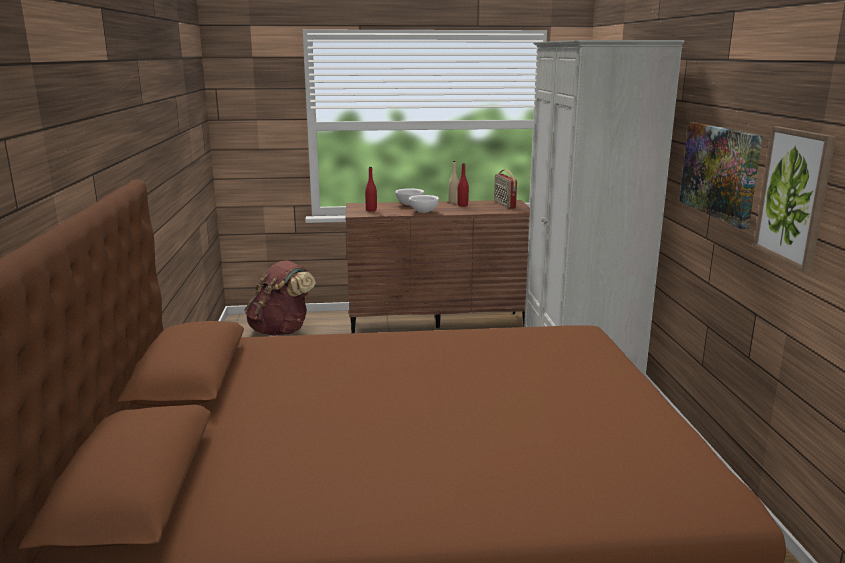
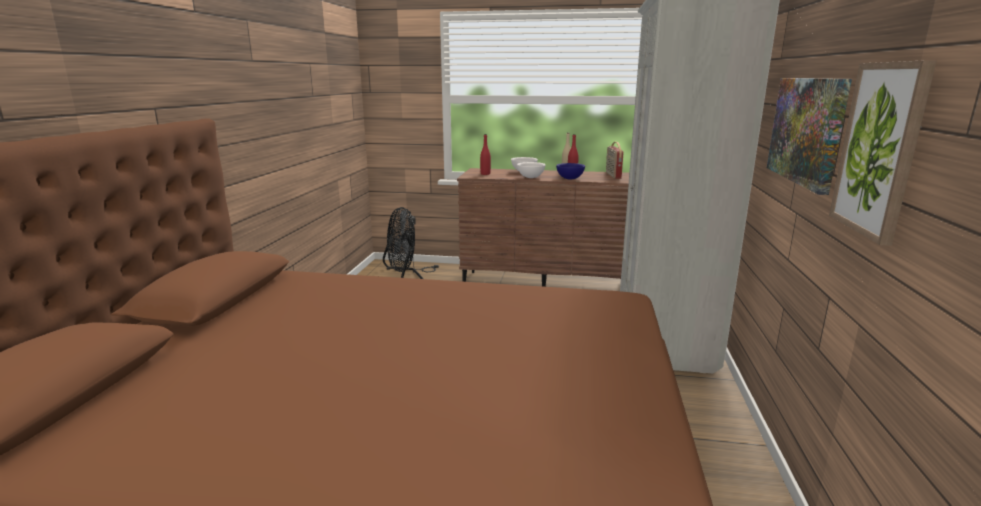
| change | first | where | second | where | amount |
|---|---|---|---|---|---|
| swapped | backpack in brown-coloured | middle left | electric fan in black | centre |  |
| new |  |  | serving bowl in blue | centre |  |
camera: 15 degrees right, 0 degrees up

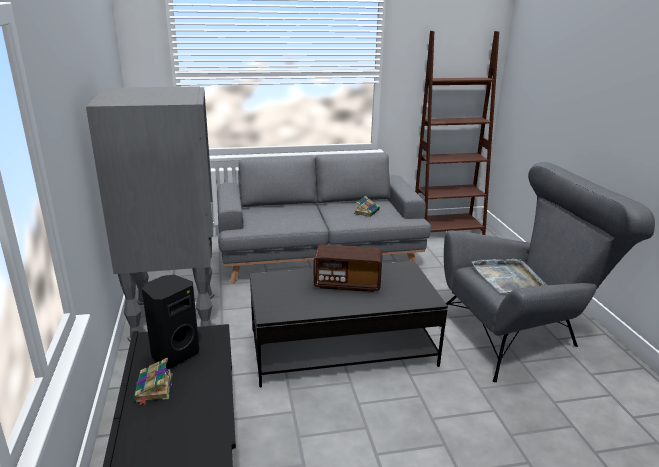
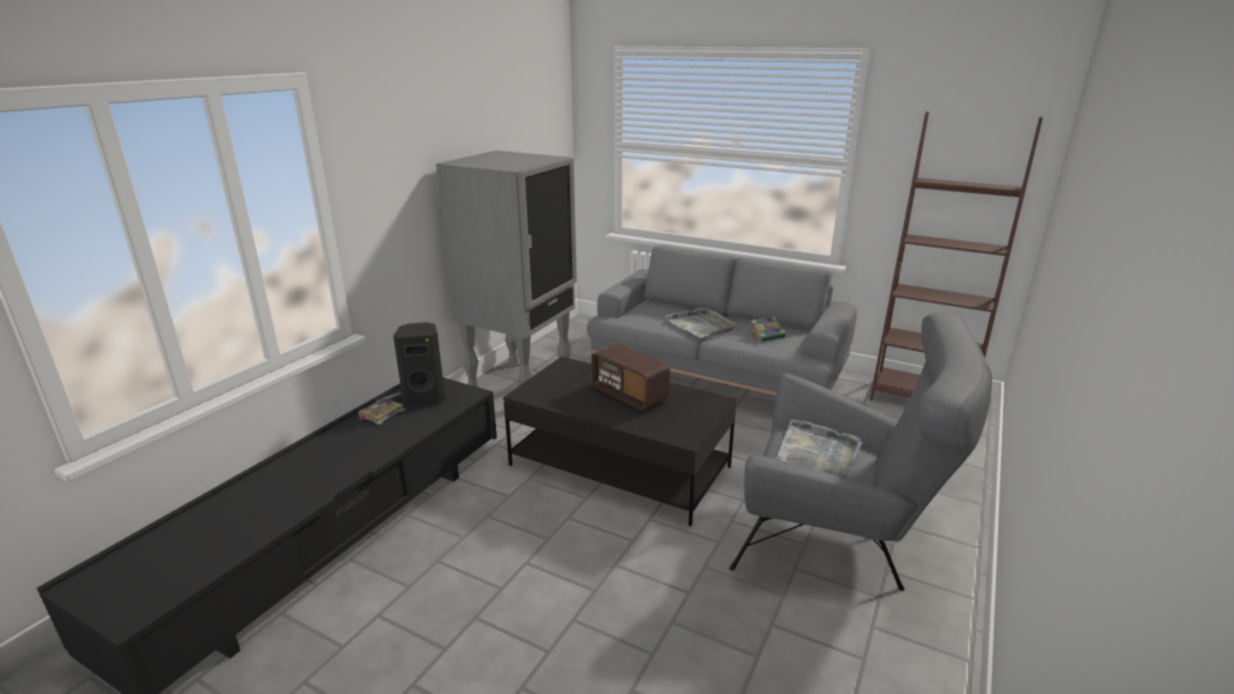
| change | first | where | second | where | amount |
|---|---|---|---|---|---|
| new |  |  | carrying tray in gray (no. 1 from left) | centre |  |
camera: 40 degrees right, 0 degrees up

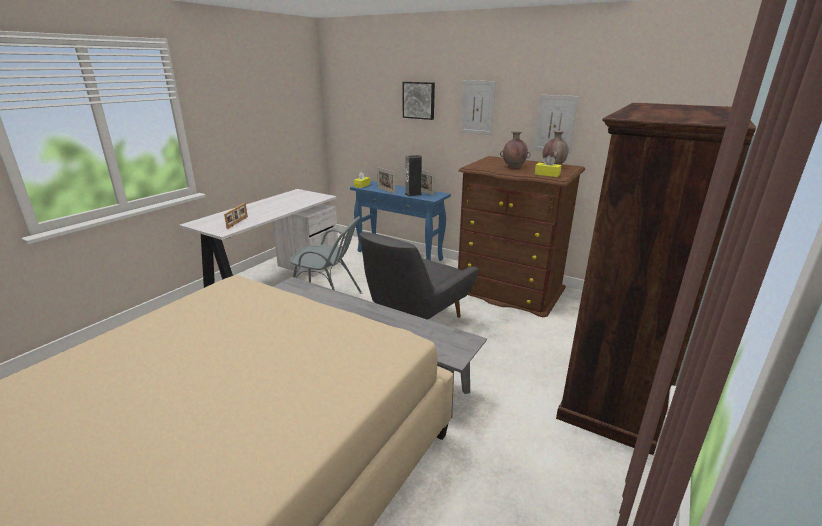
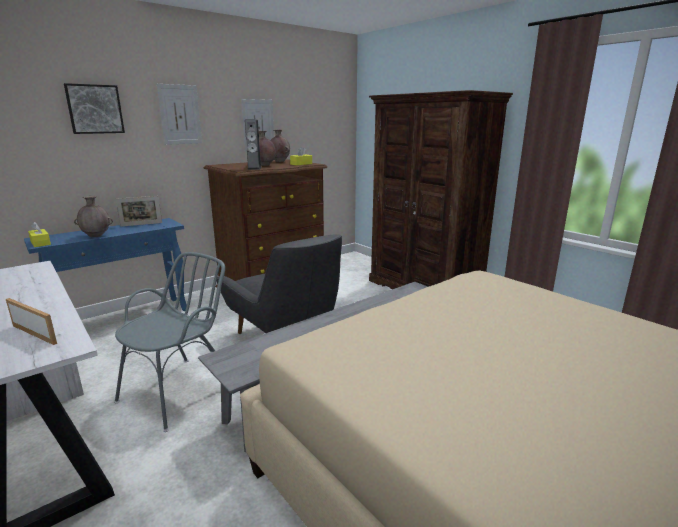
| change | first | where | second | where | amount |
|---|---|---|---|---|---|
| swapped | picture frame (no. 2 from left) | centre | decorative vase in brown-coloured (no. 1 from left) | middle left |  |
| shifted | audio speaker | centre |  | top centre |  |
camera: 70 degrees left, 5 degrees down

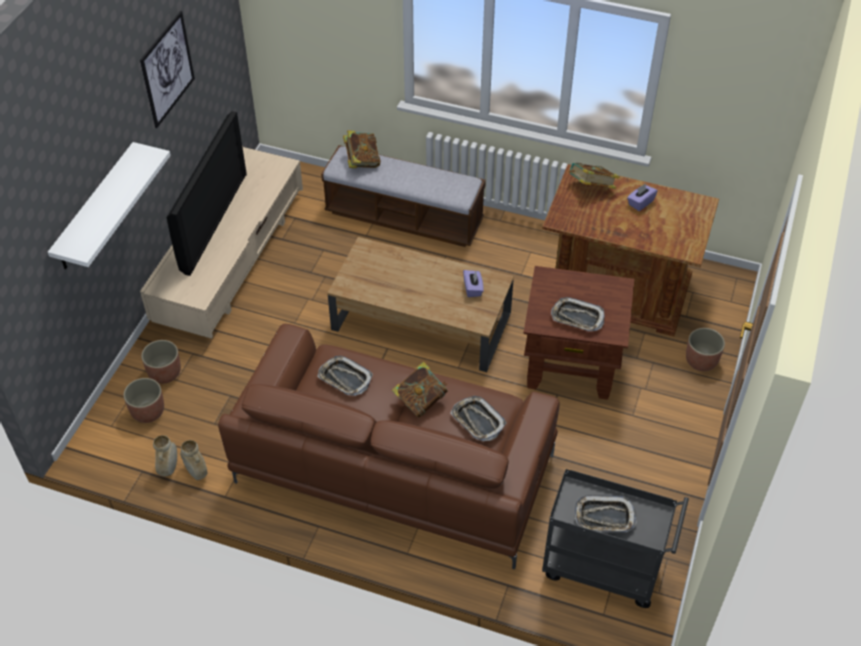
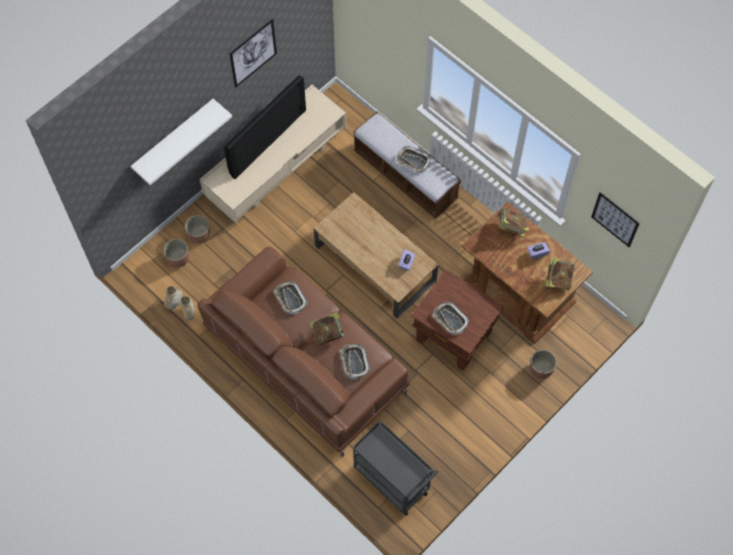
| change | first | where | second | where | amount |
|---|---|---|---|---|---|
| shifted | carrying tray (no. 4 from left in the first image) | bottom right | carrying tray (no. 3 from left) | top centre |  |
| shifted | volume (no. 1 from left in the first image) | top centre | volume (no. 3 from left) | middle right |  |
| new |  |  | picture (no. 2 from left) | middle right |  |
camera: 25 degrees right, 15 degrees up

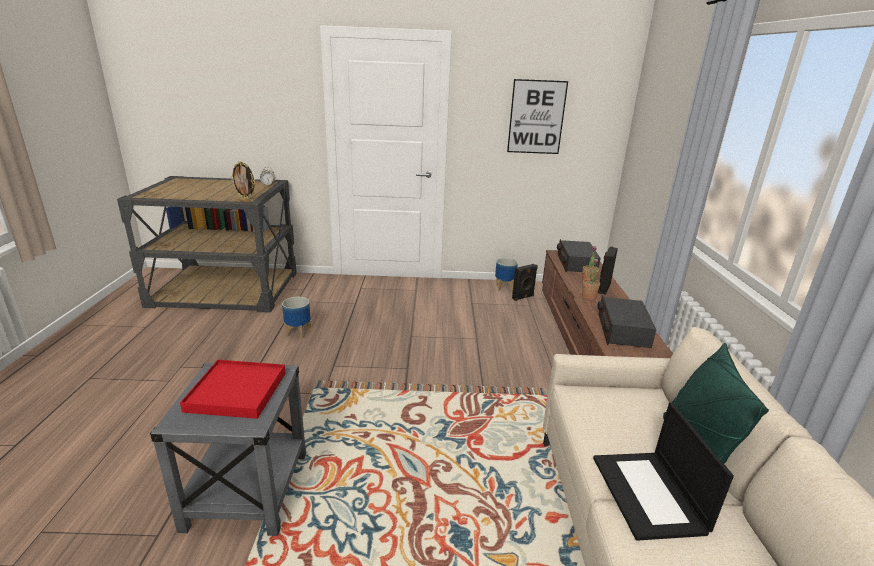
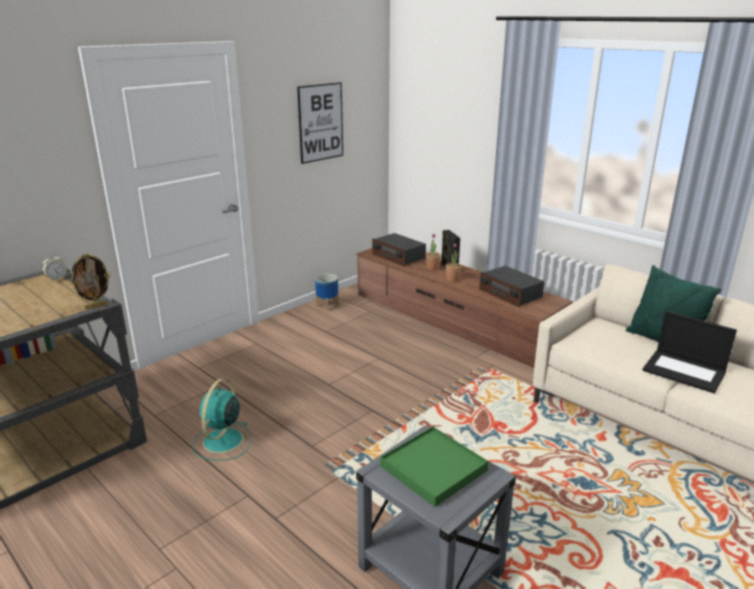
| change | first | where | second | where | amount |
|---|---|---|---|---|---|
| swapped | flower pot (no. 1 from left) | centre | electric fan in turquoise | bottom left |  |
| repainted | carrying tray in red | bottom left | carrying tray in green-coloured | bottom centre |  |
| gone | audio speaker in black (no. 1 from left) | centre |  |  |  |
camera: 45 degrees left, 0 degrees up

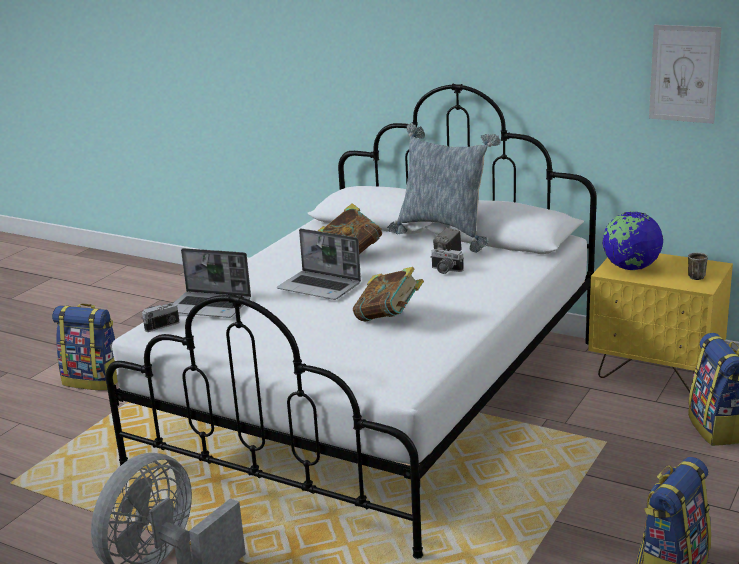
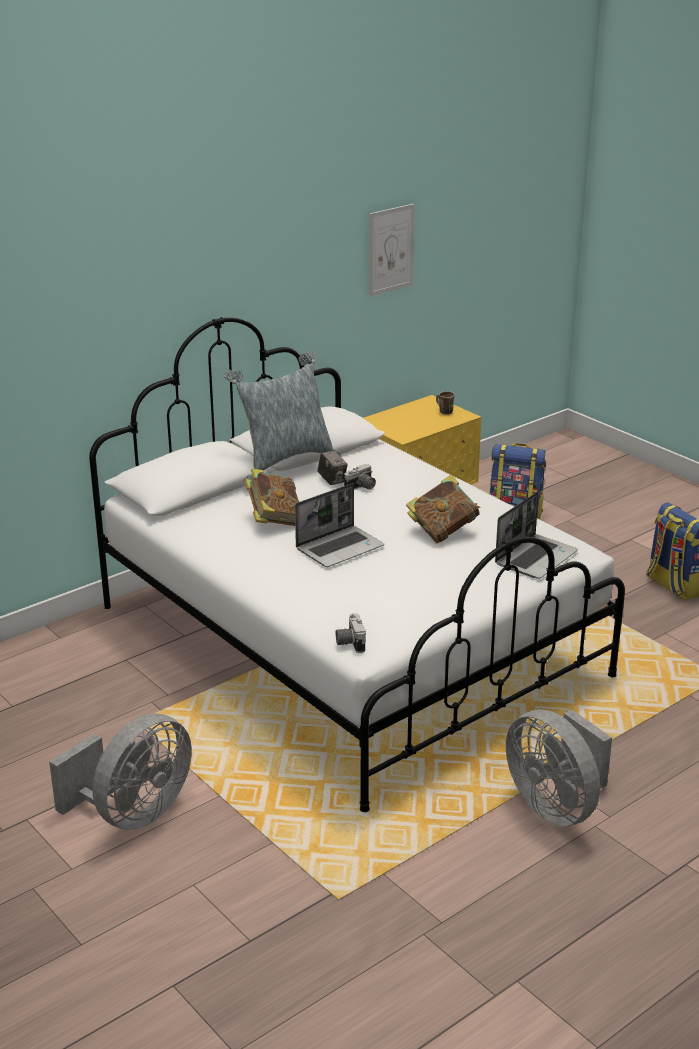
| change | first | where | second | where | amount |
|---|---|---|---|---|---|
| swapped | backpack (no. 1 from left) | middle left | electric fan in gray (no. 1 from left) | bottom left |  |
| shifted | laptop (no. 1 from left in the first image) | middle left | laptop (no. 2 from left) | middle right |  |
| gone | desk globe | middle right |  |  |  |
camera: 70 degrees left, 5 degrees up

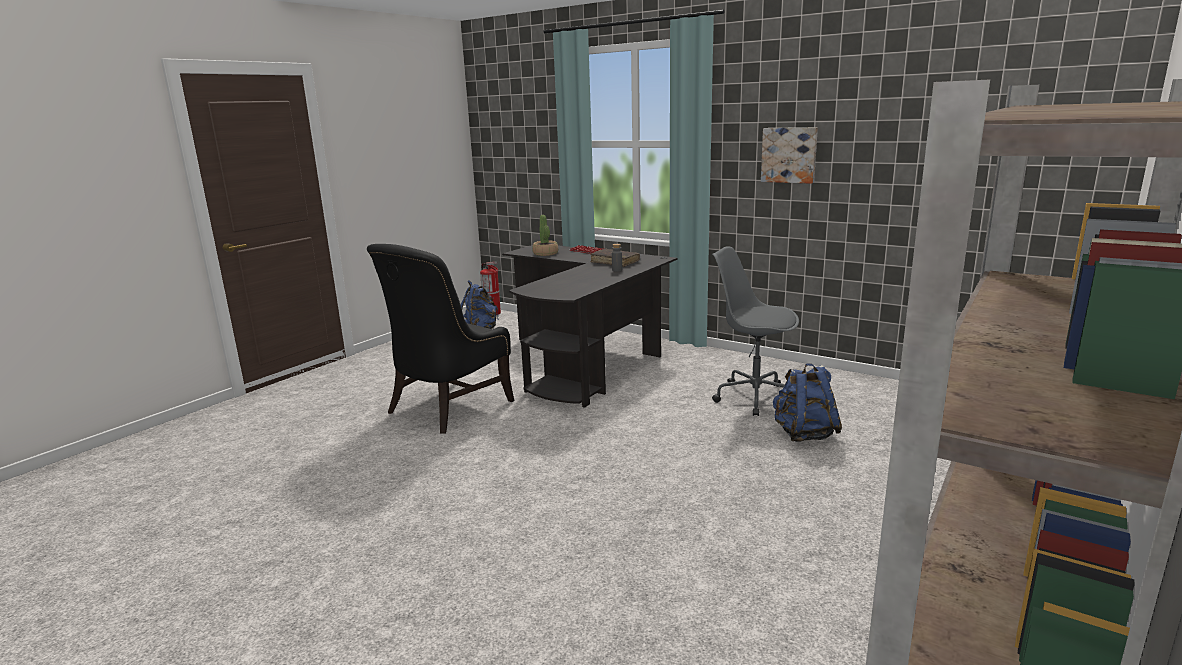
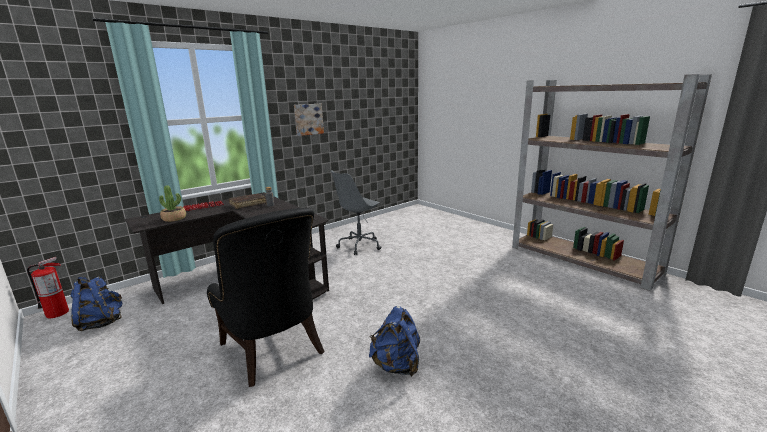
| change | first | where | second | where | amount |
|---|---|---|---|---|---|
| shifted | backpack in blue (no. 2 from left) | middle right |  | bottom centre |  |
camera: 75 degrees left, 0 degrees up

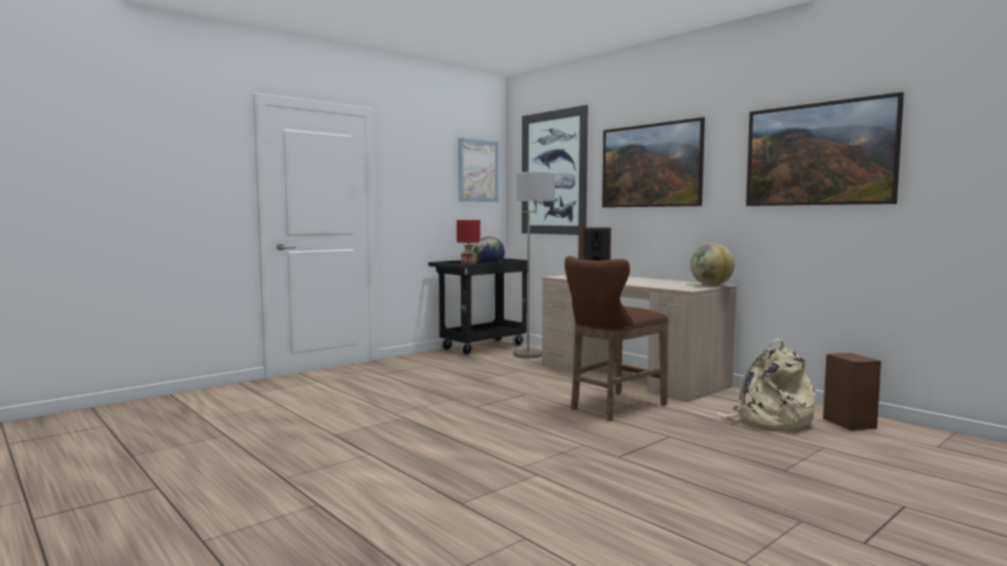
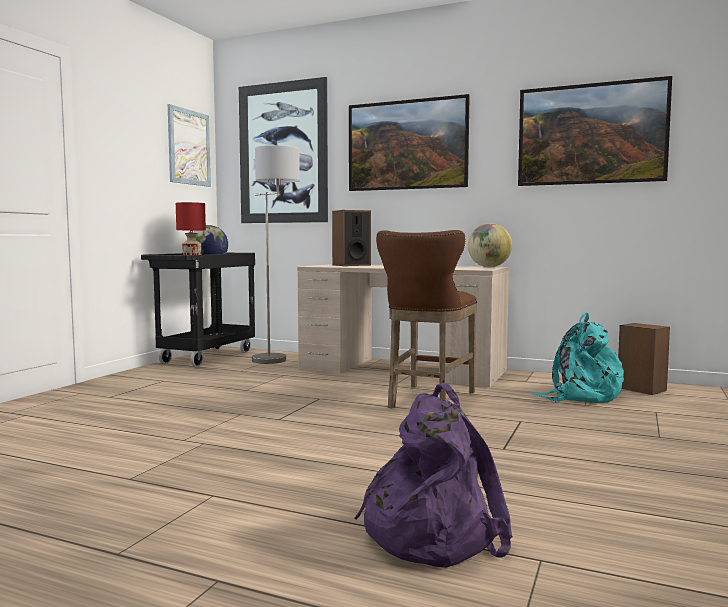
| change | first | where | second | where | amount |
|---|---|---|---|---|---|
| new |  |  | backpack in purple | bottom centre |  |
| repainted | backpack in beige | bottom right | backpack in turquoise | middle right |  |
camera: 25 degrees left, 0 degrees up

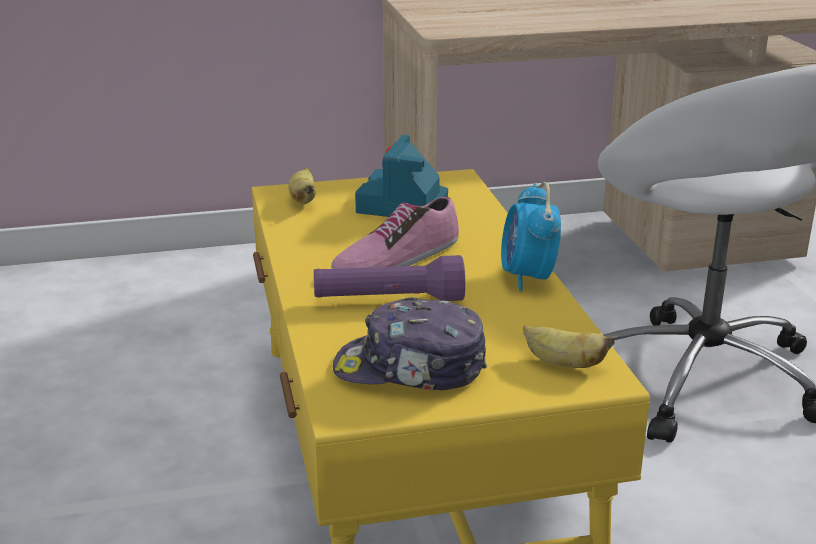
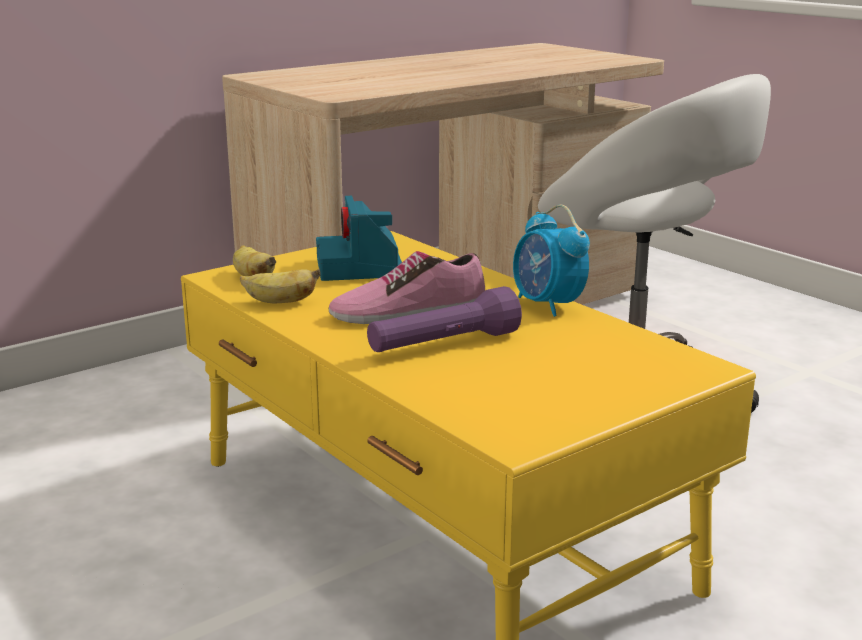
| change | first | where | second | where | amount |
|---|---|---|---|---|---|
| shifted | whole banana (no. 2 from left) | middle right |  | middle left |  |
| rotated | item of footwear | centre |  | centre | 45 degrees clockwise |
| gone | peaked cap | centre |  |  |  |
camera: 25 degrees left, 5 degrees down

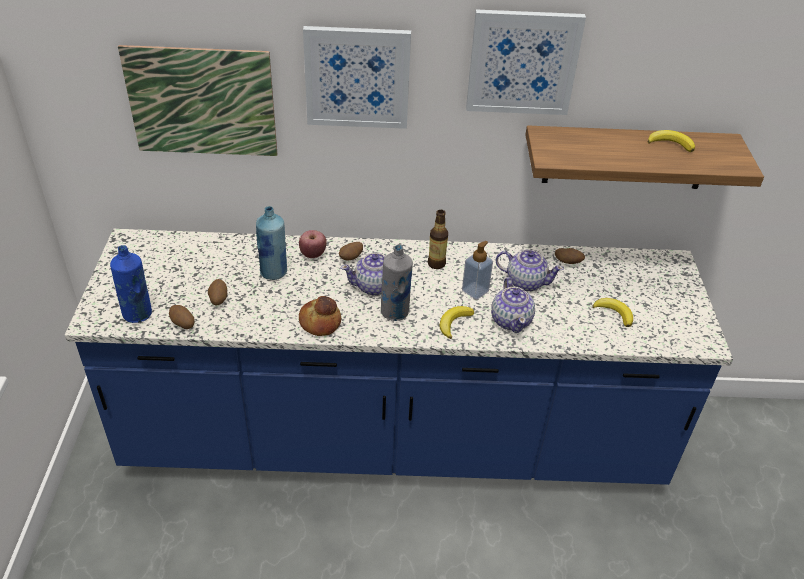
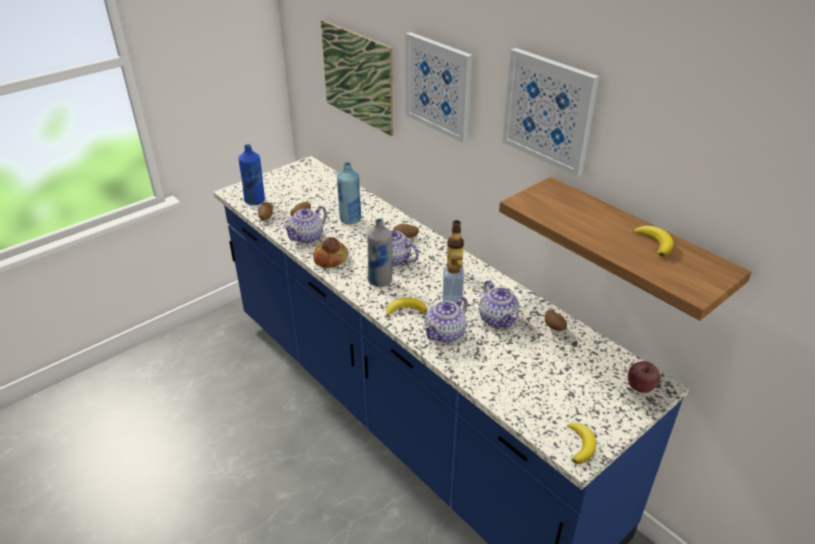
| change | first | where | second | where | amount |
|---|---|---|---|---|---|
| new |  |  | teapot (no. 1 from left) | centre |  |
| shifted | whole banana (no. 2 from left) | middle right |  | bottom right |  |
| shifted | apple | centre |  | bottom right |  |
camera: 50 degrees right, 5 degrees down

